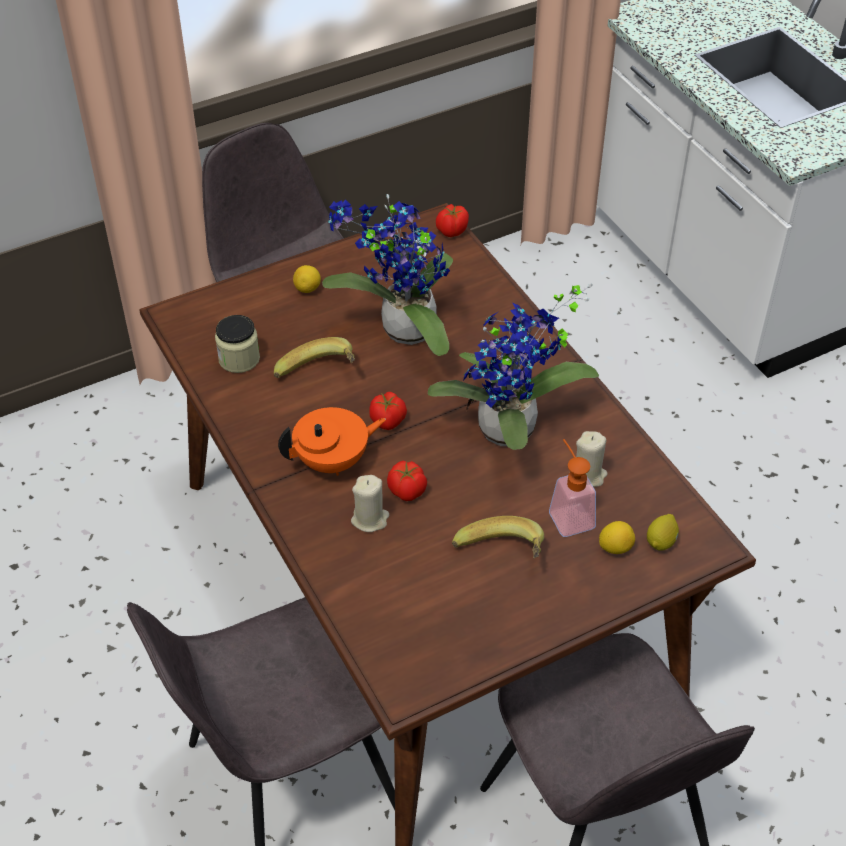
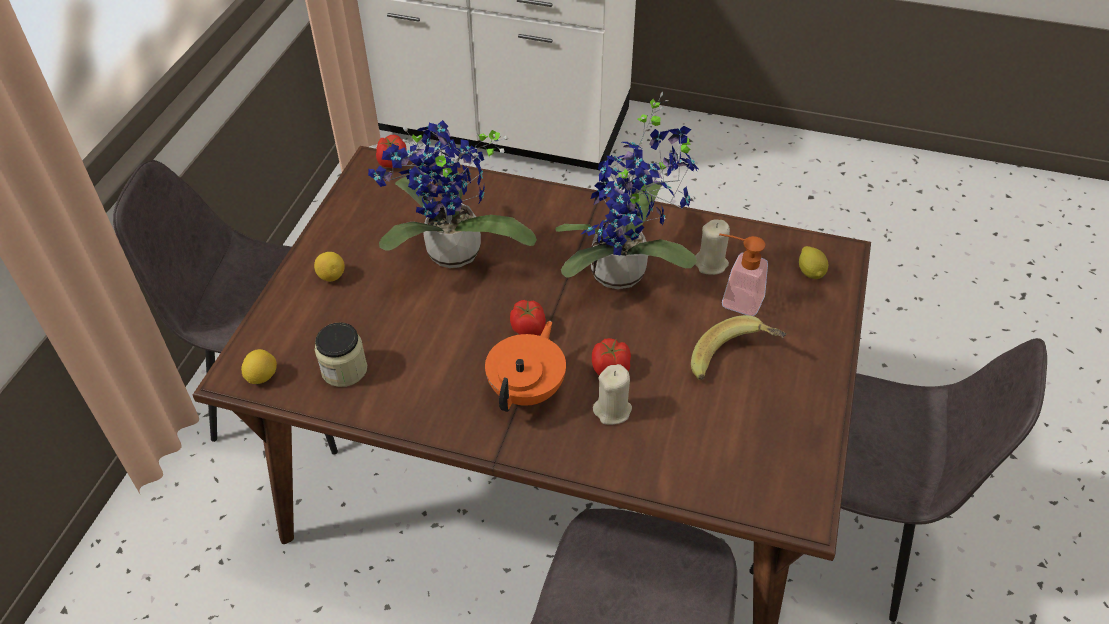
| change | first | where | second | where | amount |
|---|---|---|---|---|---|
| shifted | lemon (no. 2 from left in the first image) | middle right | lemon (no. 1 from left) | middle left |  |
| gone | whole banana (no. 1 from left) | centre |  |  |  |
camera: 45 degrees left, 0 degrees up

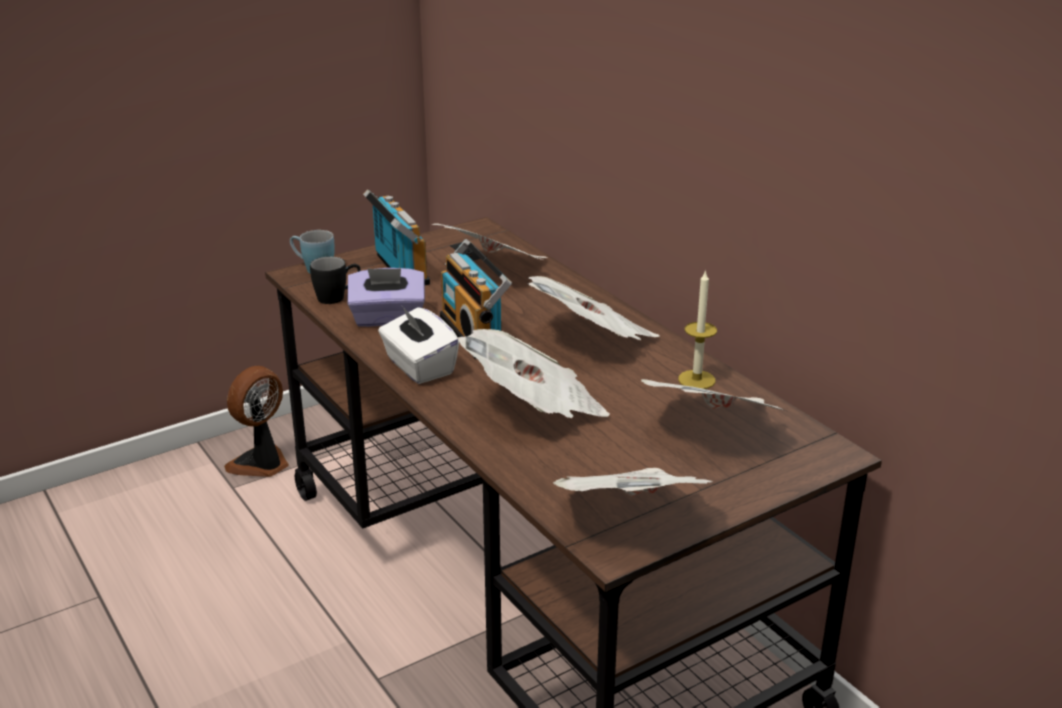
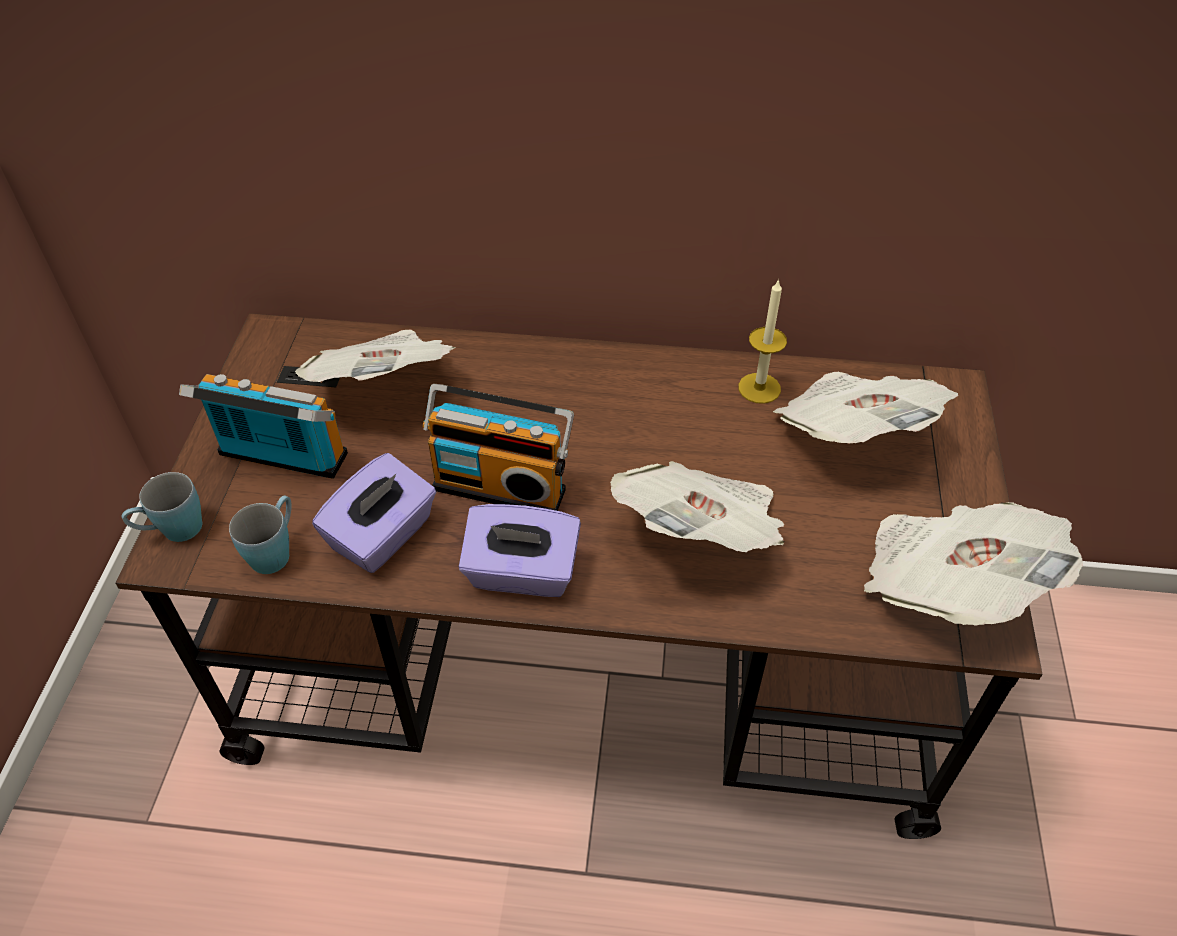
| change | first | where | second | where | amount |
|---|---|---|---|---|---|
| repainted | mug in black | middle left | mug in blue (no. 2 from left) | middle left |  |
| repainted | box of tissues in whitish | centre | box of tissues in purple (no. 2 from left) | centre |  |
| gone | electric fan | middle left |  |  |  |
| gone | daily paper (no. 3 from left) | centre |  |  |  |
camera: 50 degrees left, 20 degrees up

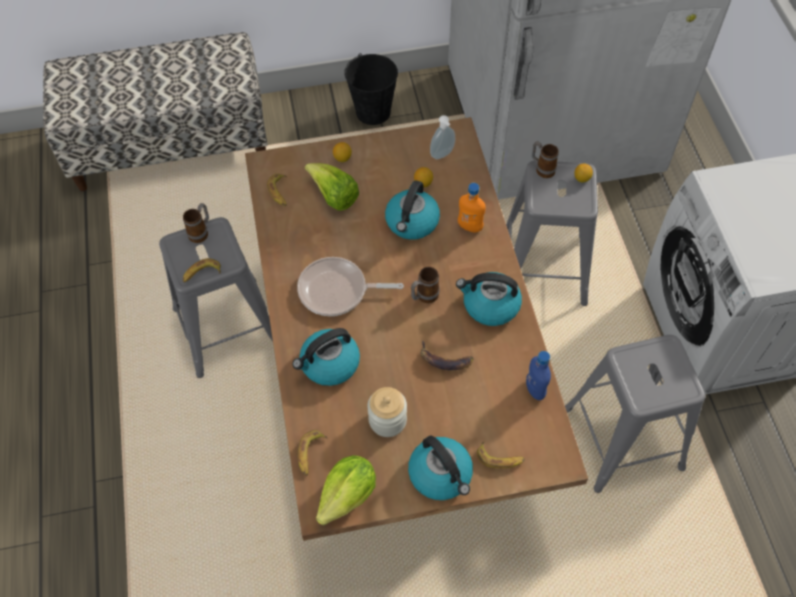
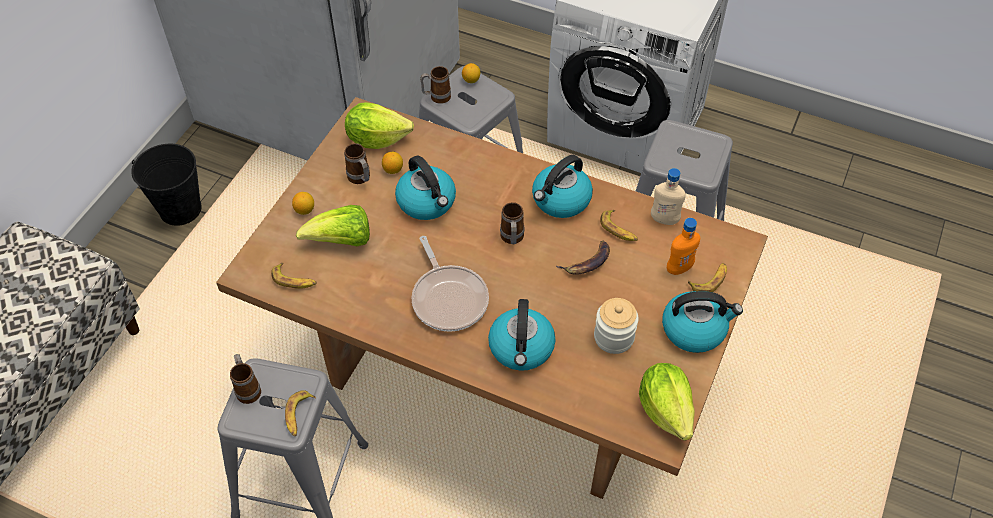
| change | first | where | second | where | amount |
|---|---|---|---|---|---|
| new |  |  | mug (no. 2 from left) | top centre |  |
| swapped | soap bottle | top centre | lettuce (no. 2 from left) | top centre |  |
| rotated | pan | centre |  | centre | 60 degrees counterclockwise |
| shifted | whole banana (no. 3 from left in the first image) | bottom centre | whole banana (no. 4 from left) | centre |  |
| repainted | beverage bottle in blue | middle right | beverage bottle in beige | middle right |  |
| shifted | beverage bottle in orange | centre |  | middle right |  |
camera: 55 degrees left, 5 degrees down

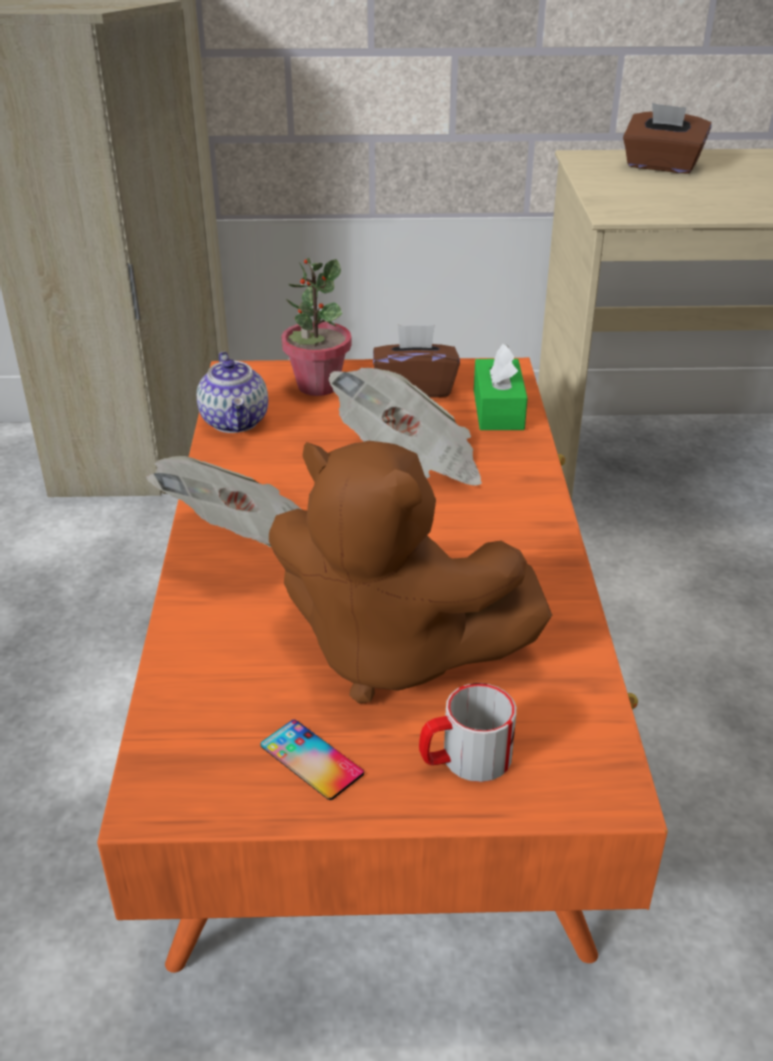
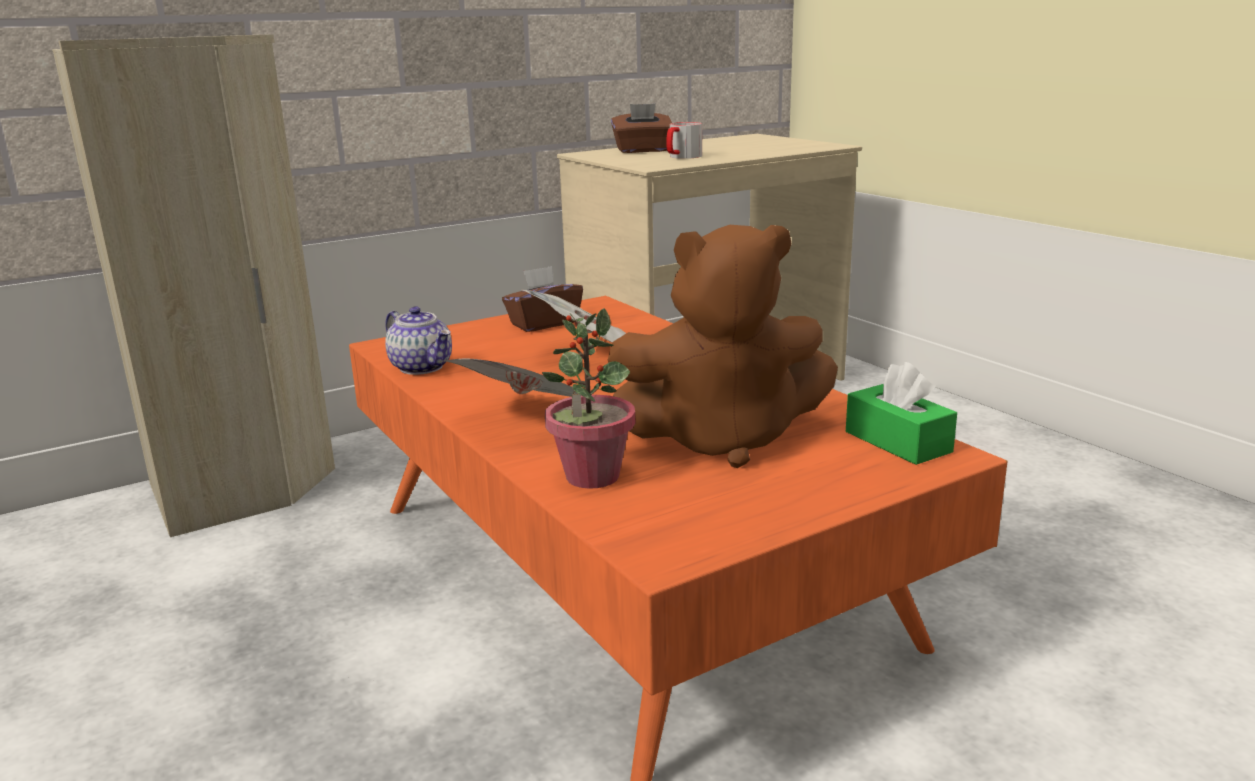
| change | first | where | second | where | amount |
|---|---|---|---|---|---|
| shifted | plant in a pot | top centre |  | centre |  |
| shifted | mug | bottom centre |  | top centre |  |
| shifted | box of tissues in green-coloured | centre |  | middle right |  |
| gone | handset | bottom centre |  |  |  |
camera: 30 degrees left, 15 degrees down

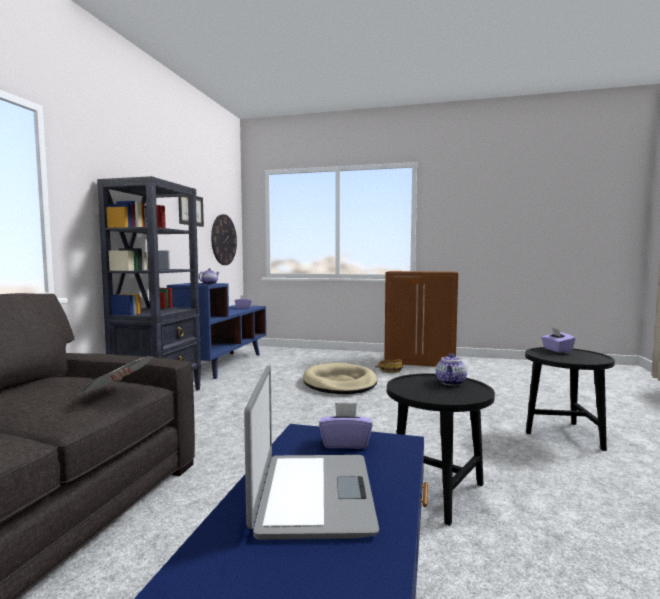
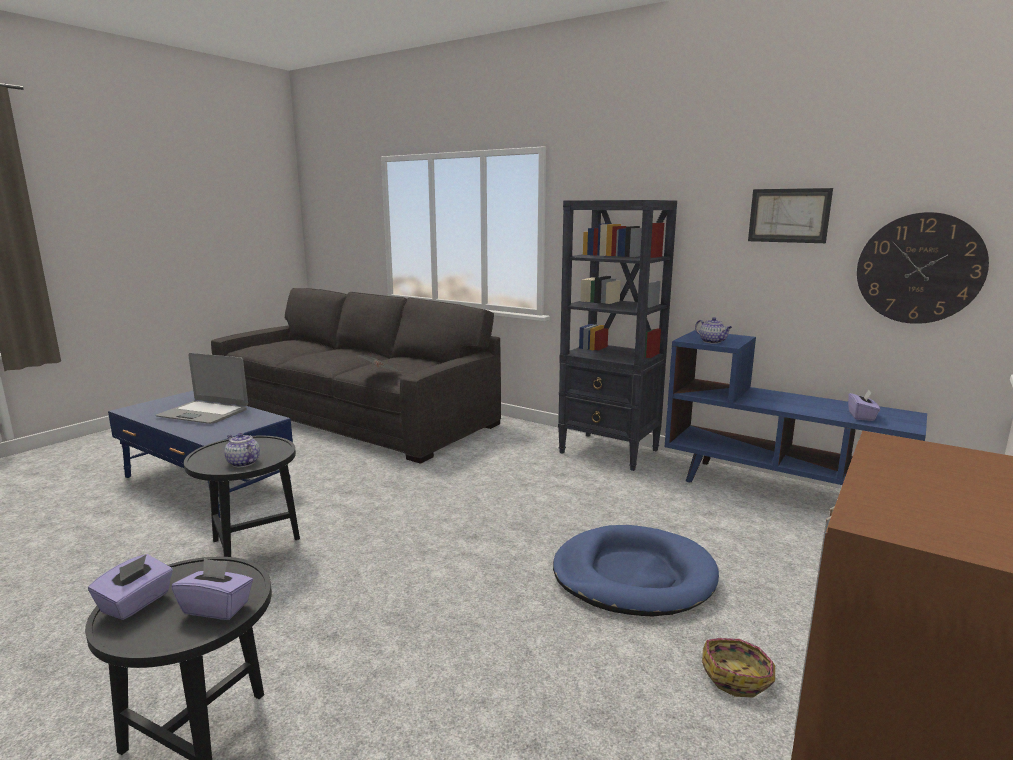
| change | first | where | second | where | amount |
|---|---|---|---|---|---|
| shifted | box of tissues in purple (no. 2 from left in the first image) | bottom centre | box of tissues in purple (no. 1 from left) | bottom left |  |
| repainted | dog cushion in beige | centre | dog cushion in blue | bottom centre |  |
camera: 110 degrees right, 10 degrees up

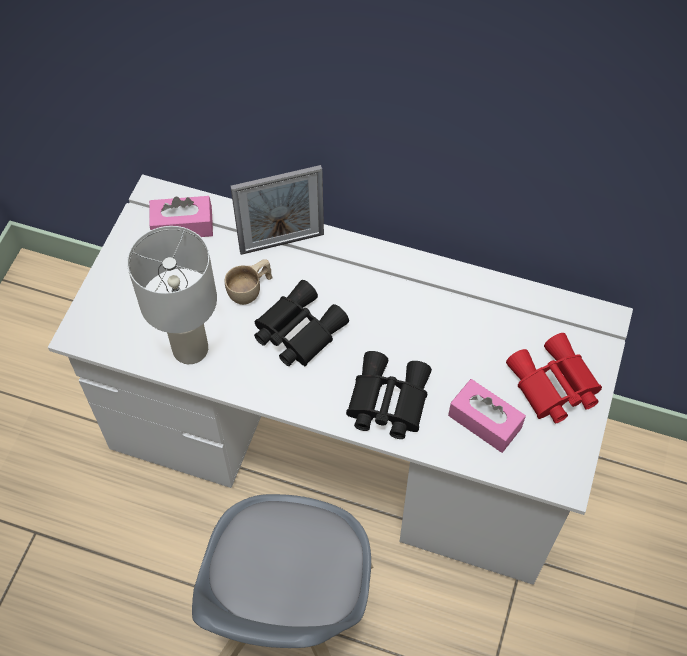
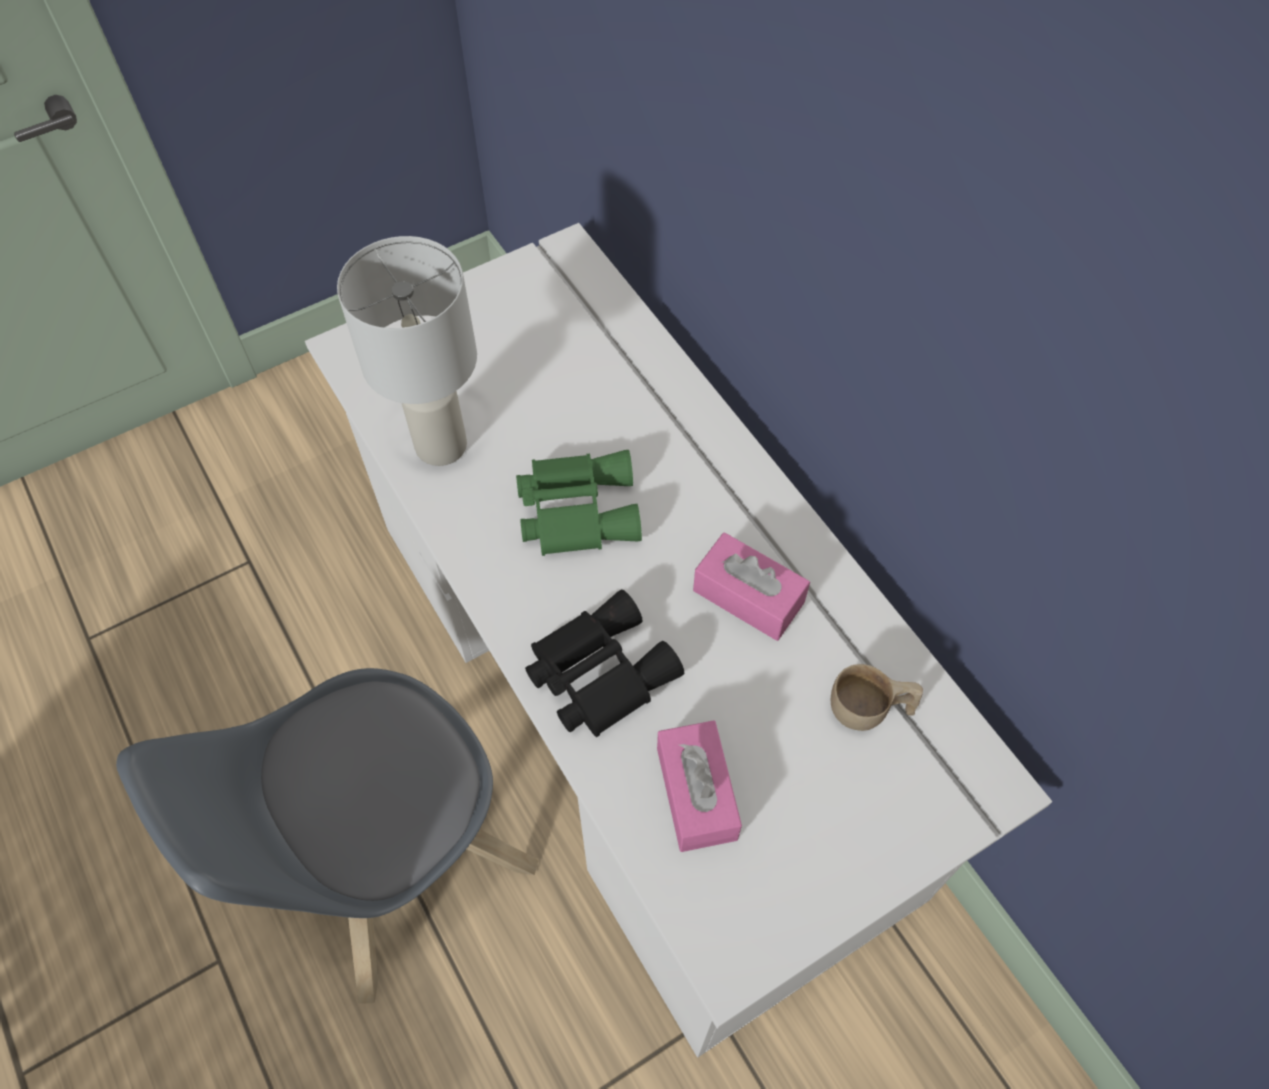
| change | first | where | second | where | amount |
|---|---|---|---|---|---|
| repainted | pair of binoculars in black (no. 1 from left) | centre | pair of binoculars in green-coloured | centre |  |
| shifted | box of tissues in pinkish (no. 1 from left in the first image) | top left | box of tissues in pinkish (no. 2 from left) | centre |  |
| shifted | drinking cup in beige | centre |  | middle right |  |
| gone | picture frame | top centre |  |  |  |
| gone | pair of binoculars in red | middle right |  |  |  |
camera: 40 degrees right, 0 degrees up

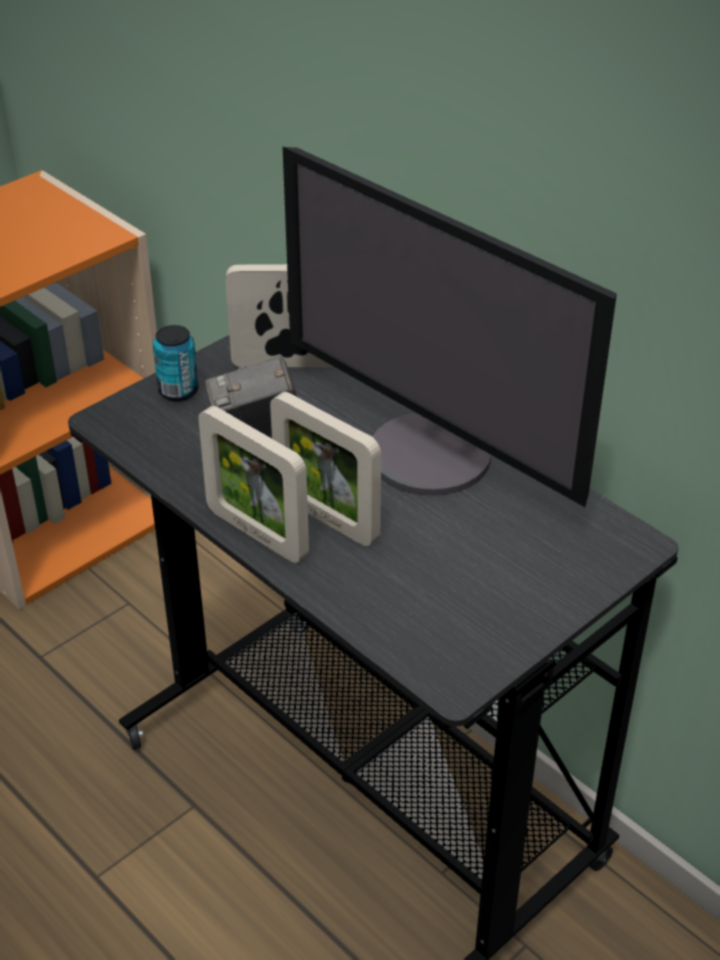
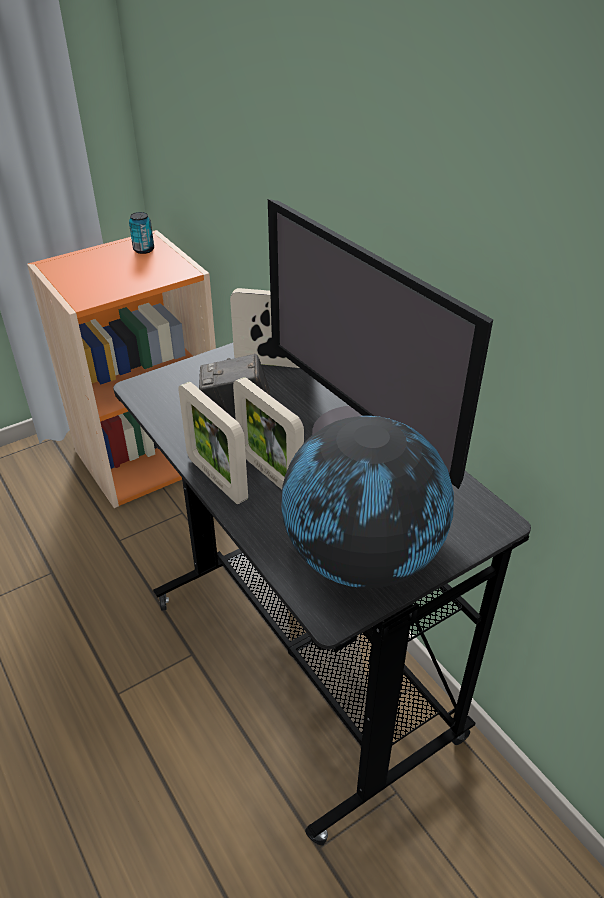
| change | first | where | second | where | amount |
|---|---|---|---|---|---|
| shifted | sealed can | middle left |  | top left |  |
| new |  |  | desk globe | centre |  |
camera: 10 degrees right, 0 degrees up

